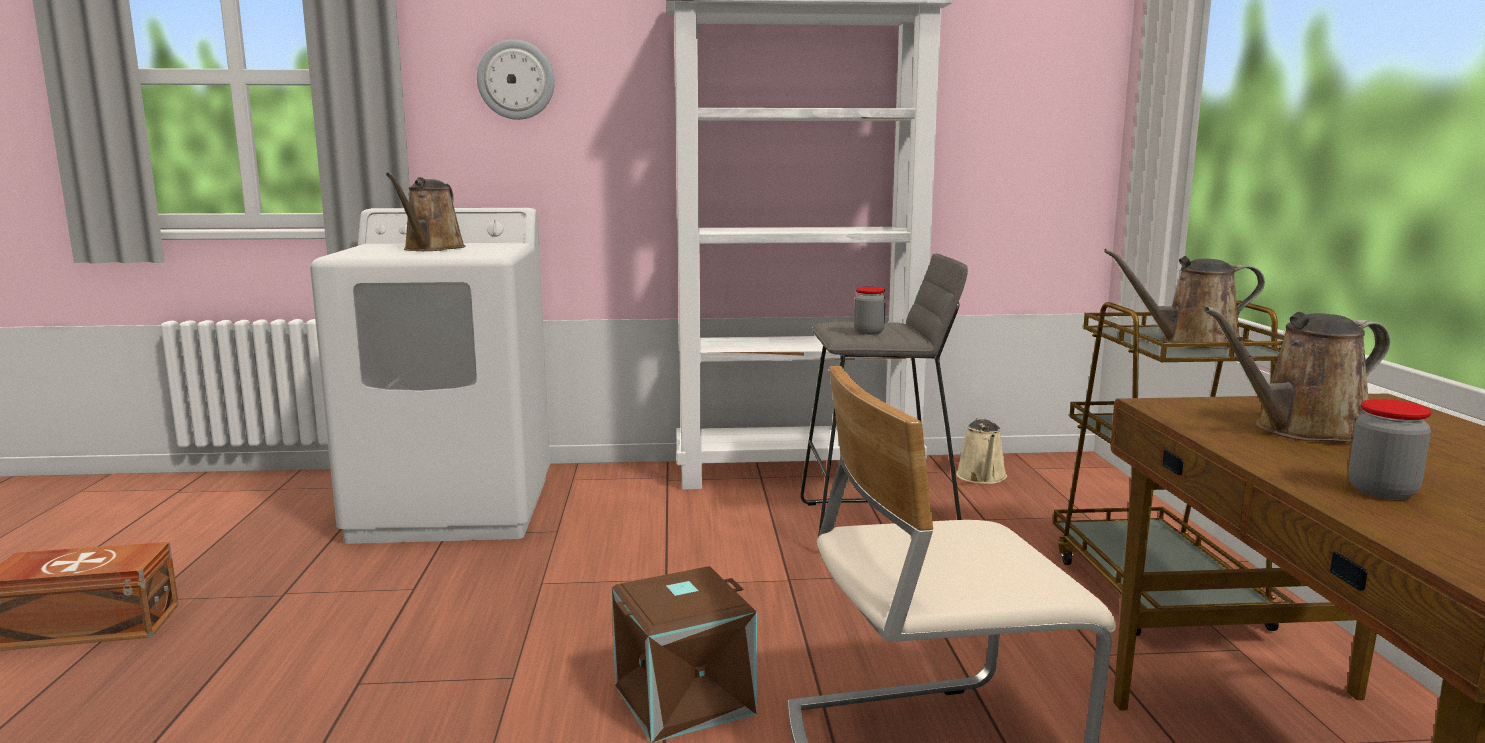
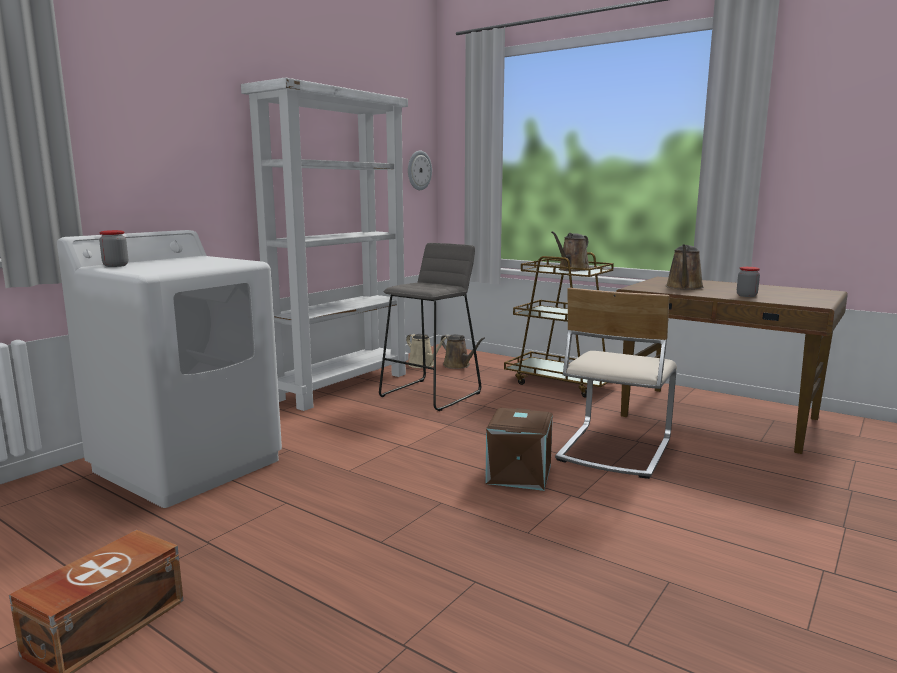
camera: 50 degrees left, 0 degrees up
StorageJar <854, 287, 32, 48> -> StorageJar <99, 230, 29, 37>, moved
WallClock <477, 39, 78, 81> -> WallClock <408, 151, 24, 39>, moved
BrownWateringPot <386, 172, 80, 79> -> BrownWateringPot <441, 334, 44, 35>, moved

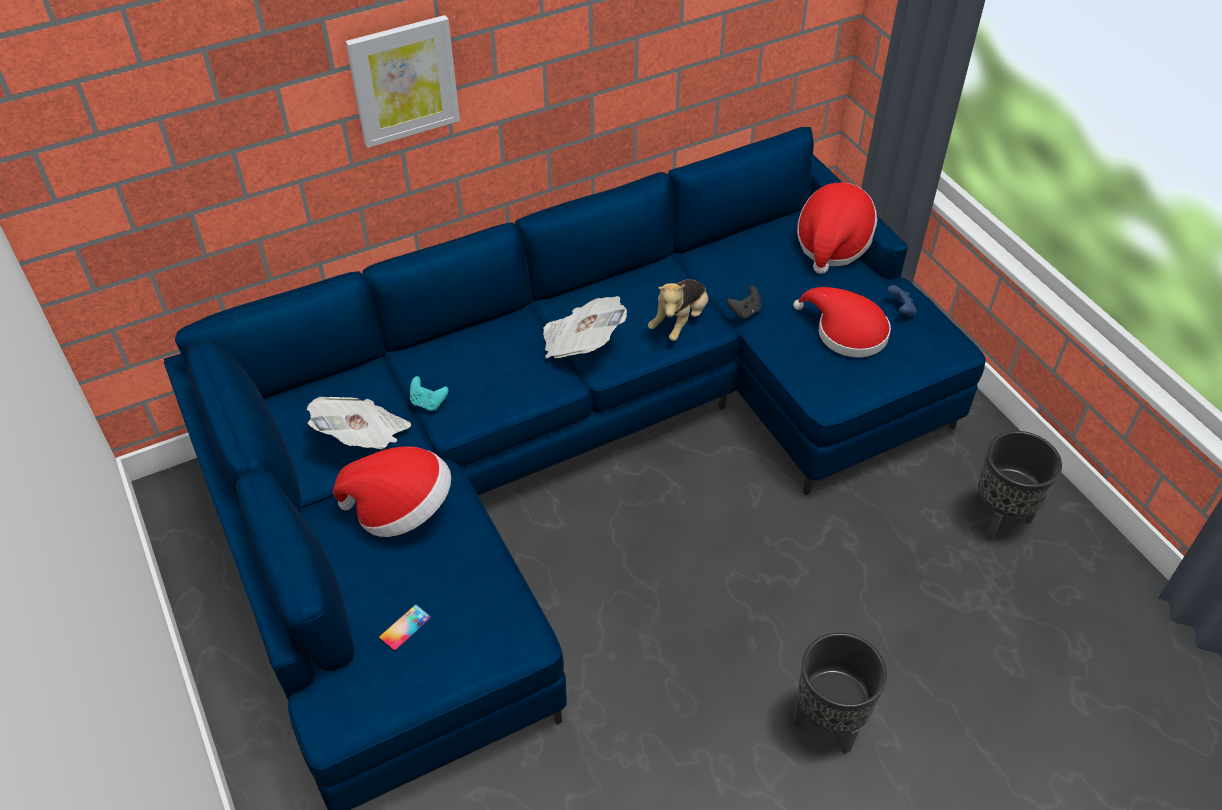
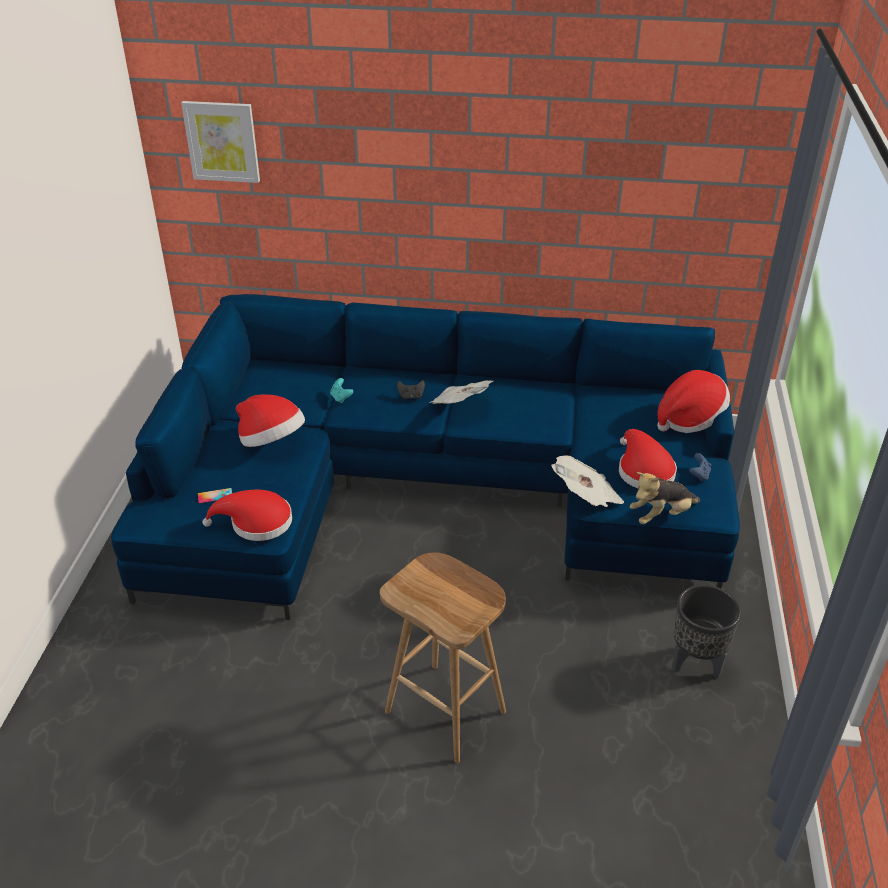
camera: 35 degrees right, 10 degrees down
WallArt <346, 15, 114, 133> -> WallArt <181, 101, 79, 82>, moved
none -> RedColouredWearableHat <203, 490, 89, 51>
BlackColouredPlanter <794, 633, 93, 121> -> BrownStoolSeat <379, 552, 127, 211>
BlackColouredJoypad <726, 285, 36, 35> -> BlackColouredJoypad <397, 380, 28, 20>, moved
Newspaper <307, 397, 104, 52> -> Newspaper <551, 455, 73, 52>, moved
CuddlyToy <648, 279, 60, 62> -> CuddlyToy <630, 472, 70, 52>, moved

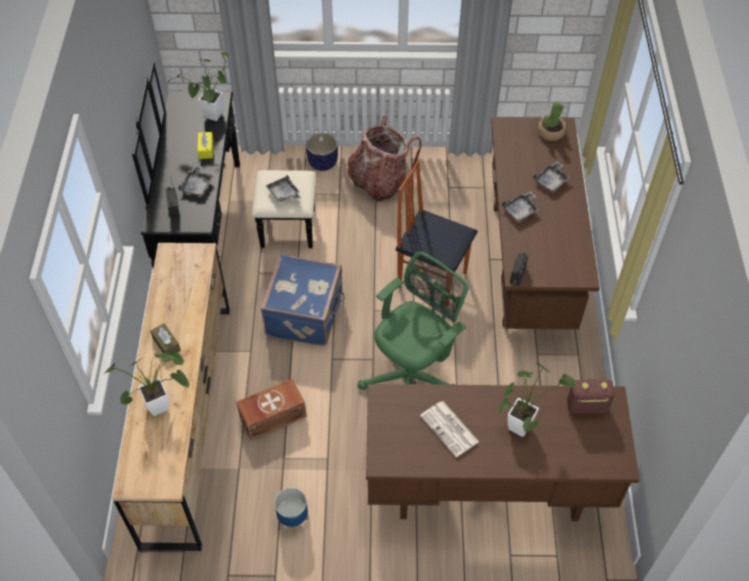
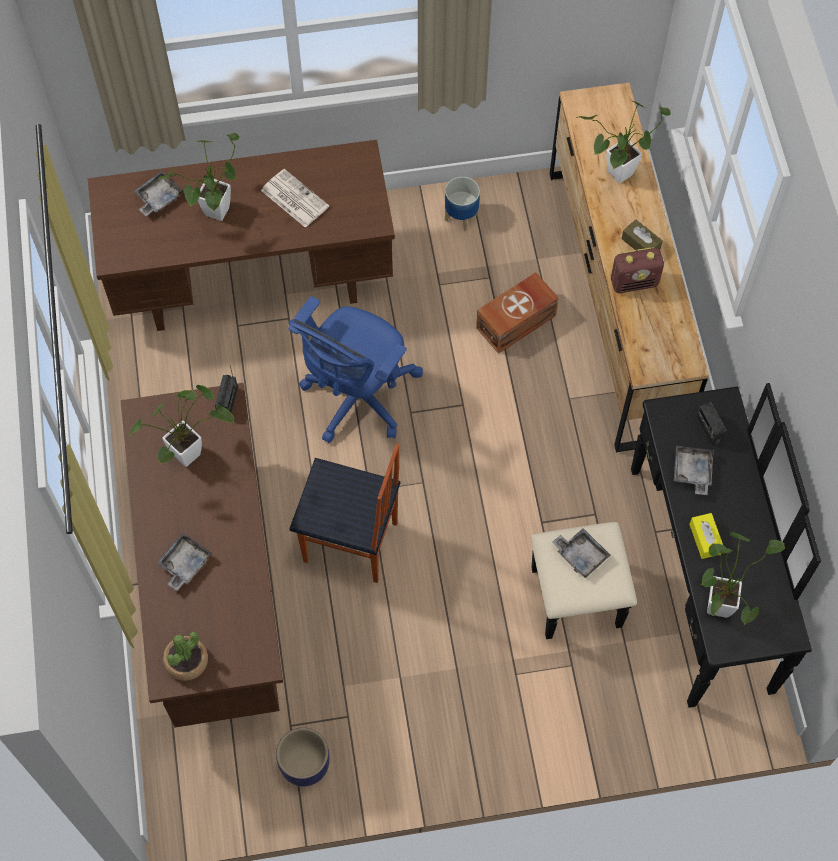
camera: 170 degrees right, 10 degrees up
none -> PlantInAPot <130, 385, 104, 82>
GreyishCarryingTray <502, 191, 38, 31> -> GreyishCarryingTray <134, 171, 49, 45>, moved
Planter <306, 133, 32, 38> -> Planter <276, 728, 54, 58>, moved
GreenishDeskChair <358, 251, 110, 139> -> BlueColouredDeskChair <288, 296, 135, 147>
RadioReceiver <567, 380, 48, 34> -> RadioReceiver <611, 247, 53, 46>, moved
BlueColouredPieceOfLuggage <261, 254, 84, 92> -> none
Rucksack <348, 116, 73, 86> -> none

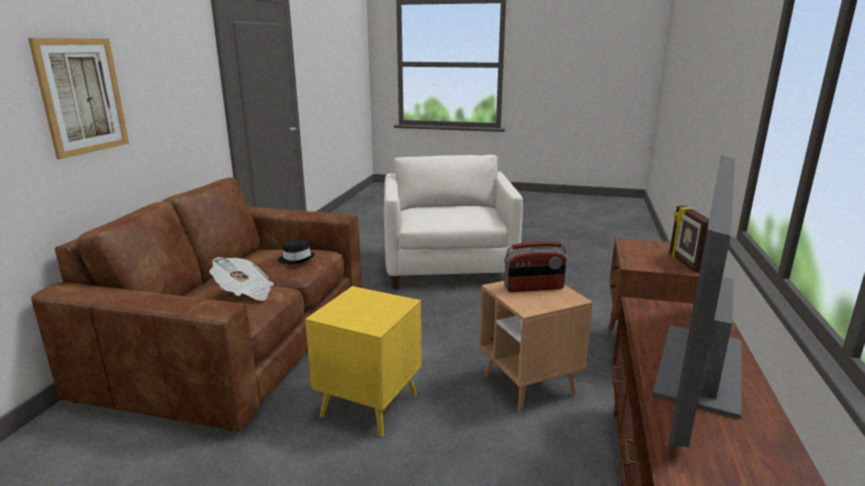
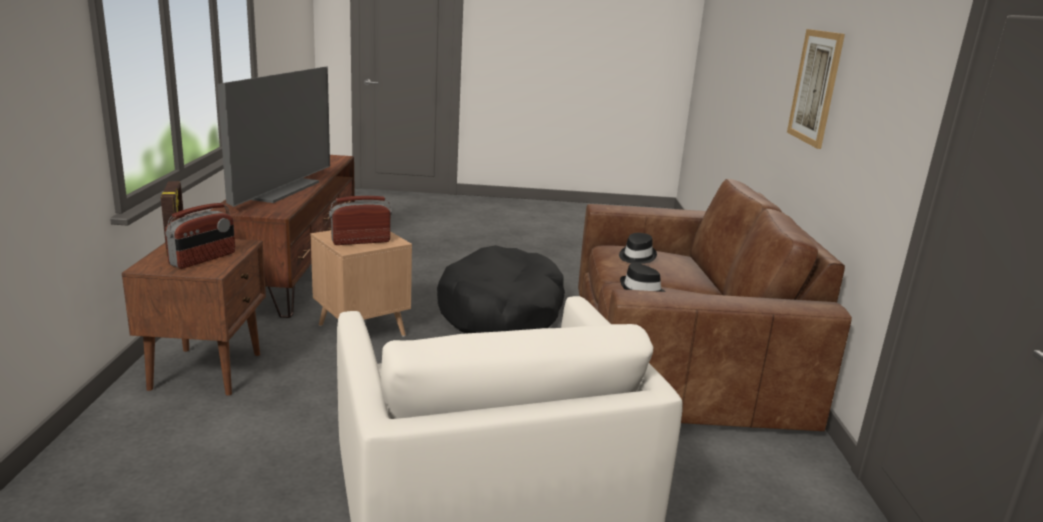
camera: 165 degrees right, 0 degrees up
none -> RadioReceiver <165, 203, 70, 66>
YellowSideTable <305, 286, 117, 151> -> BlackColouredDogBed <437, 245, 128, 88>
Newspaper <210, 257, 64, 44> -> BlackColouredWearableHat <619, 233, 38, 31>

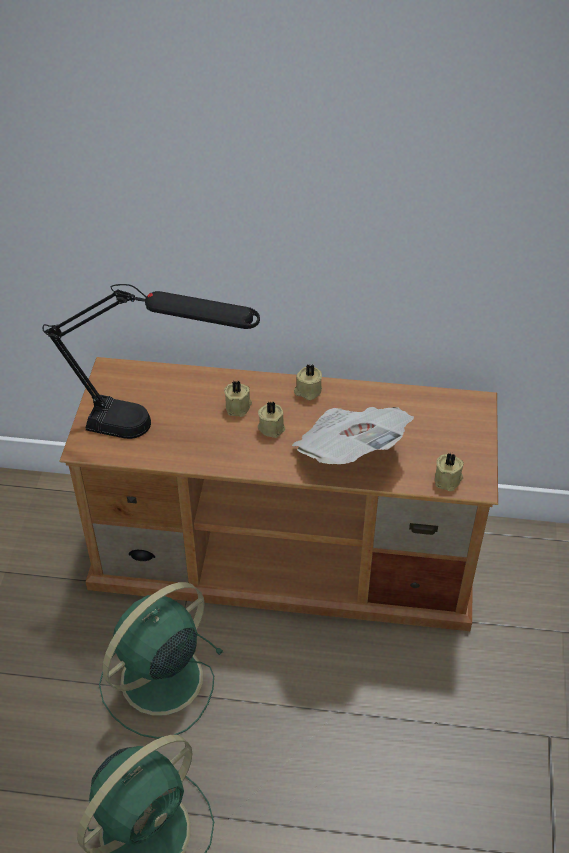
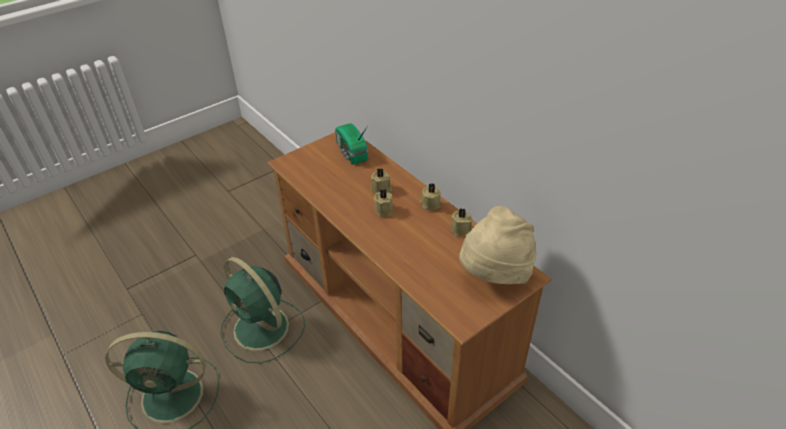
camera: 45 degrees right, 5 degrees down
GreenishElectricFan <99, 582, 125, 157> -> GreenishElectricFan <220, 257, 85, 106>, 135 degrees counterclockwise
none -> RadioReceiver <335, 123, 33, 41>
SandColouredCandle <435, 452, 29, 39> -> SandColouredCandle <450, 208, 23, 29>, moved
none -> SandColouredWearableHat <459, 206, 77, 78>
BlackColouredLampForATable <43, 284, 217, 155> -> none
Newspaper <292, 407, 122, 57> -> none

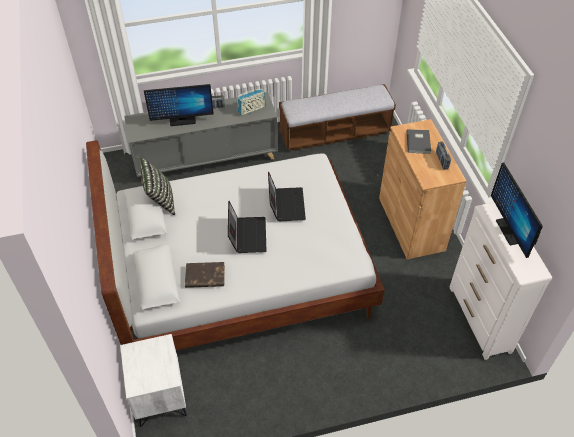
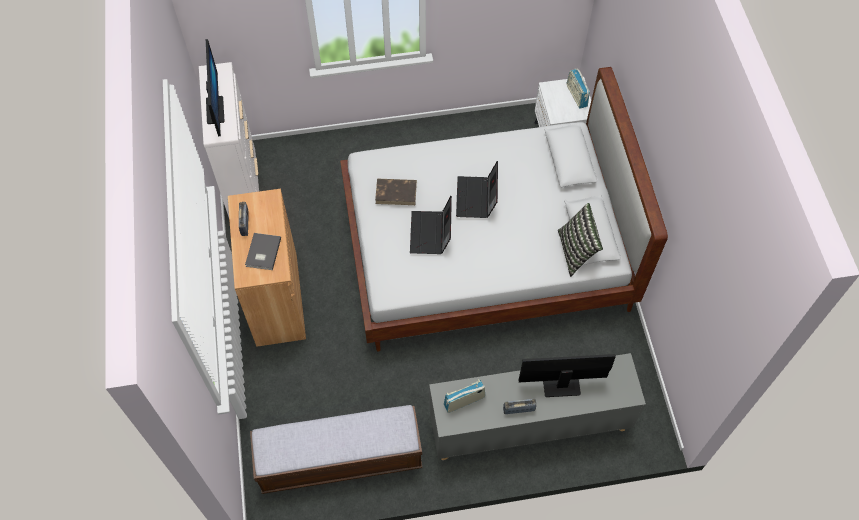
camera: 175 degrees left, 10 degrees up
BrownBoundBook <185, 262, 40, 26> -> BrownBoundBook <375, 179, 42, 26>, moved
none -> RadioReceiver <567, 69, 23, 40>

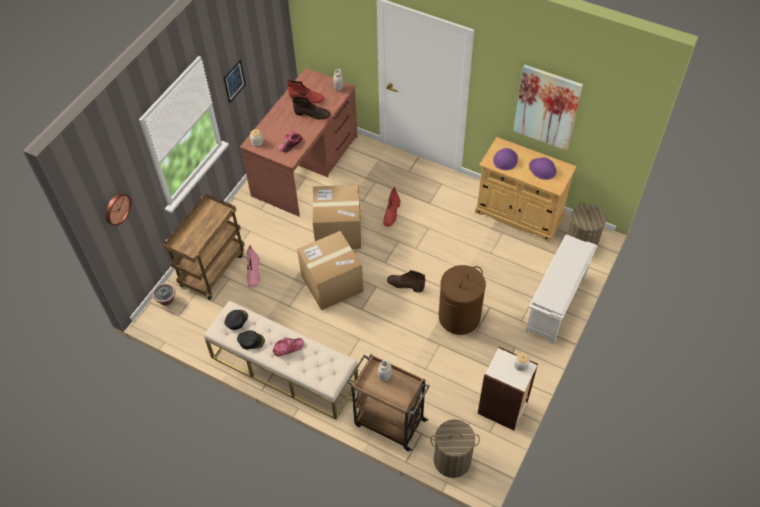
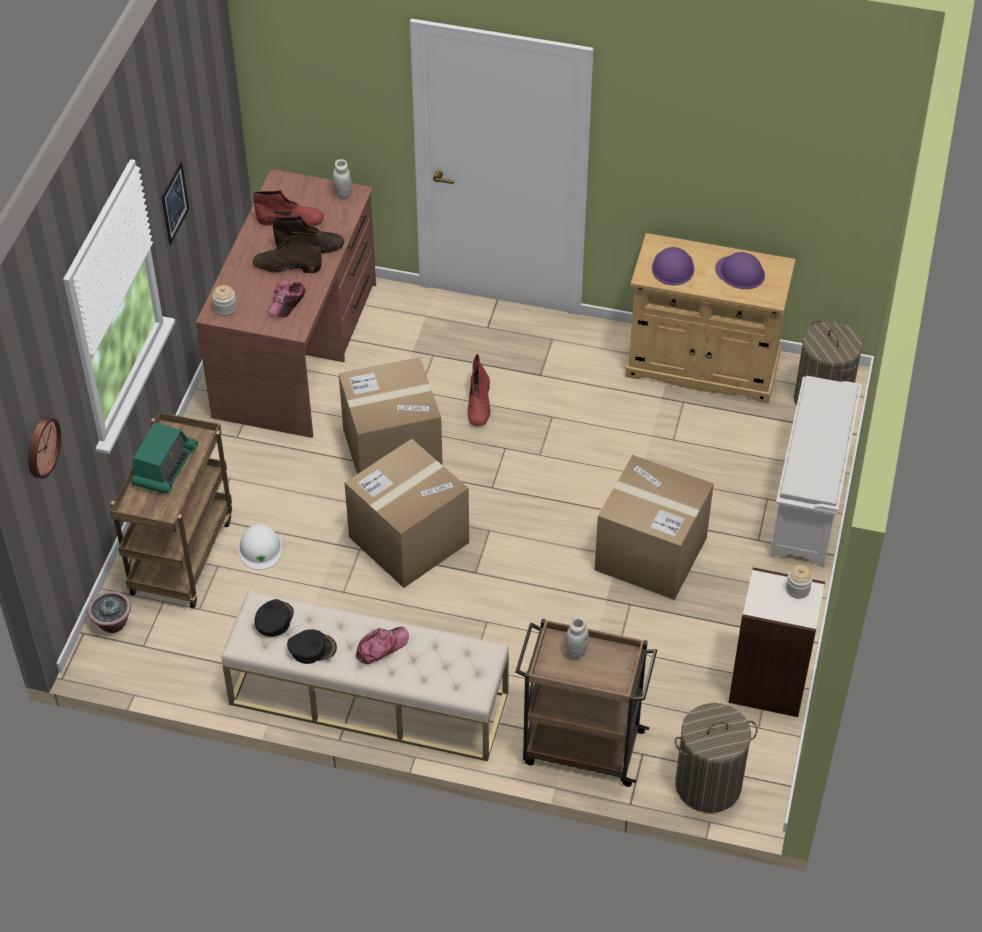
camera: 15 degrees left, 5 degrees down
none -> RadioReceiver <132, 422, 66, 72>
PinkColouredHighTopBoot <247, 245, 13, 42> -> WhiteHardHat <238, 524, 44, 46>
BrownHighTopBoot <387, 270, 38, 22> -> BrownHighTopBoot <253, 232, 69, 41>, moved
BrownWashingBasket <439, 265, 47, 70> -> CardboardBox <594, 455, 120, 145>
WallArt <513, 65, 70, 85> -> none

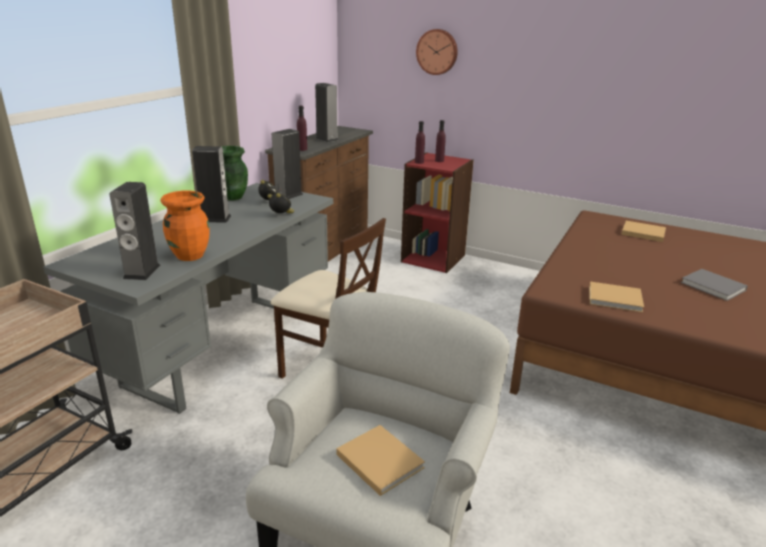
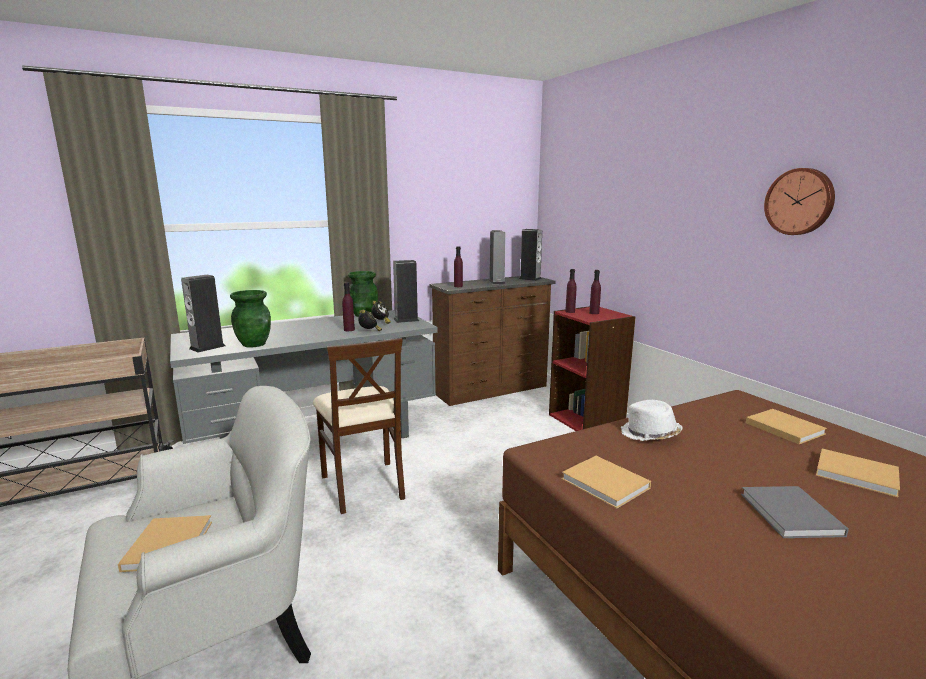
camera: 35 degrees right, 10 degrees down
OrangeyVase <161, 190, 49, 71> -> GreenishVase <230, 290, 41, 57>
none -> PurplishDrinkBottle <342, 282, 13, 49>
Loudspeaker <192, 146, 39, 77> -> Loudspeaker <519, 229, 23, 52>, moved
none -> WhiteWearableHat <621, 400, 62, 41>
WallClock <416, 29, 42, 46> -> WallClock <764, 168, 71, 67>, moved
none -> SandColouredBoundBook <816, 449, 84, 48>

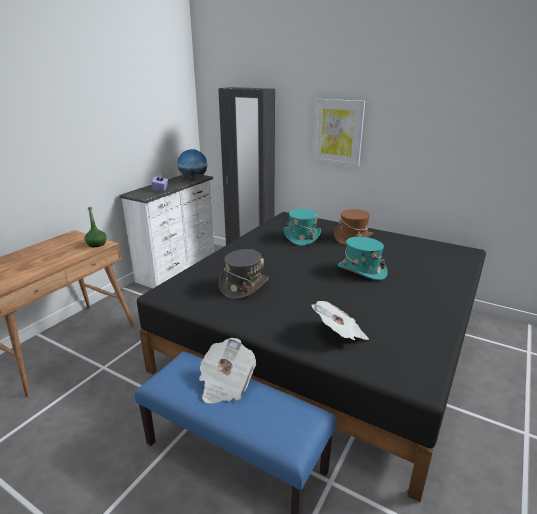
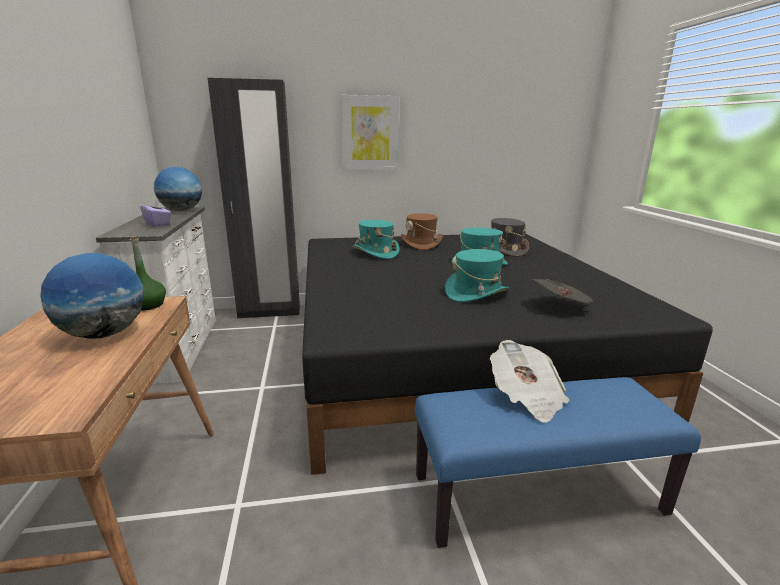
camera: 40 degrees left, 5 degrees down
none -> Globe <40, 253, 104, 86>
none -> BlueGreenWearableHat <445, 249, 64, 53>
GreyishWearableHat <219, 249, 50, 50> -> GreyishWearableHat <491, 218, 38, 39>, moved

